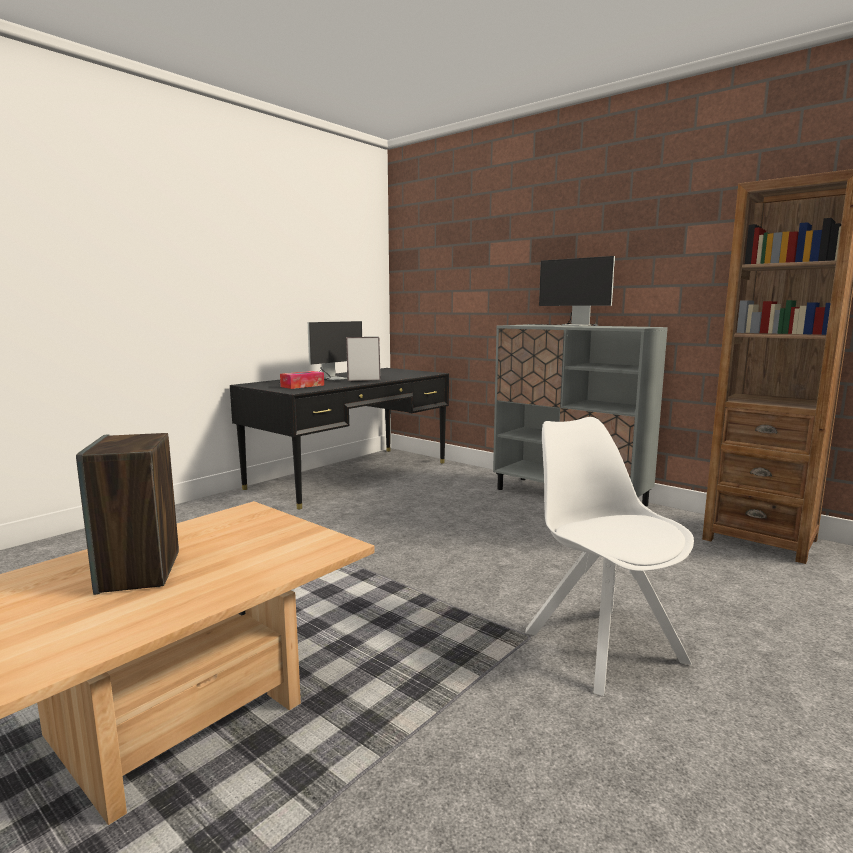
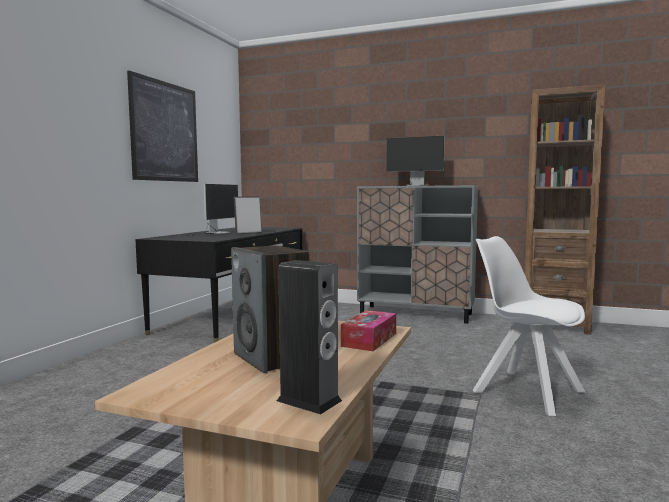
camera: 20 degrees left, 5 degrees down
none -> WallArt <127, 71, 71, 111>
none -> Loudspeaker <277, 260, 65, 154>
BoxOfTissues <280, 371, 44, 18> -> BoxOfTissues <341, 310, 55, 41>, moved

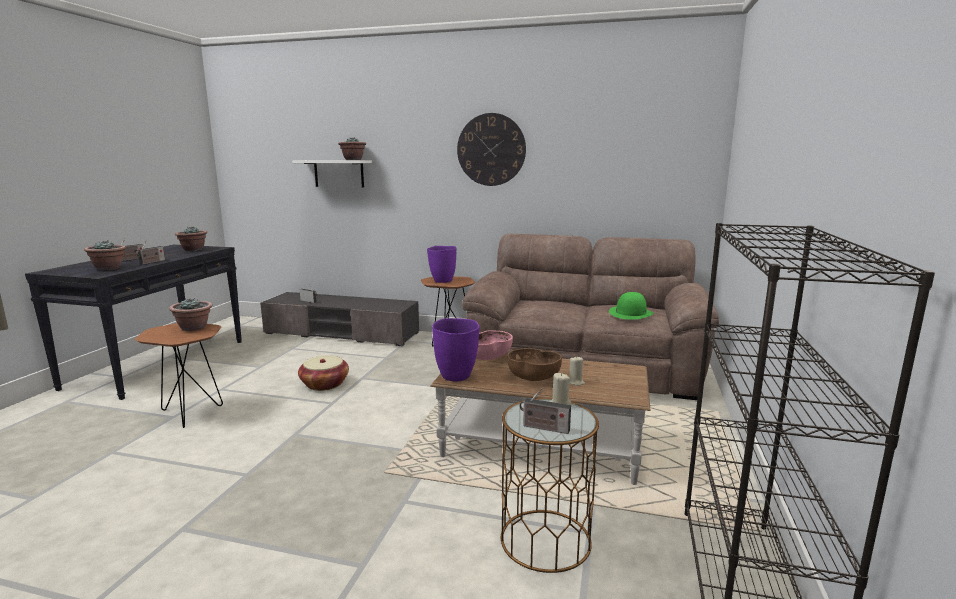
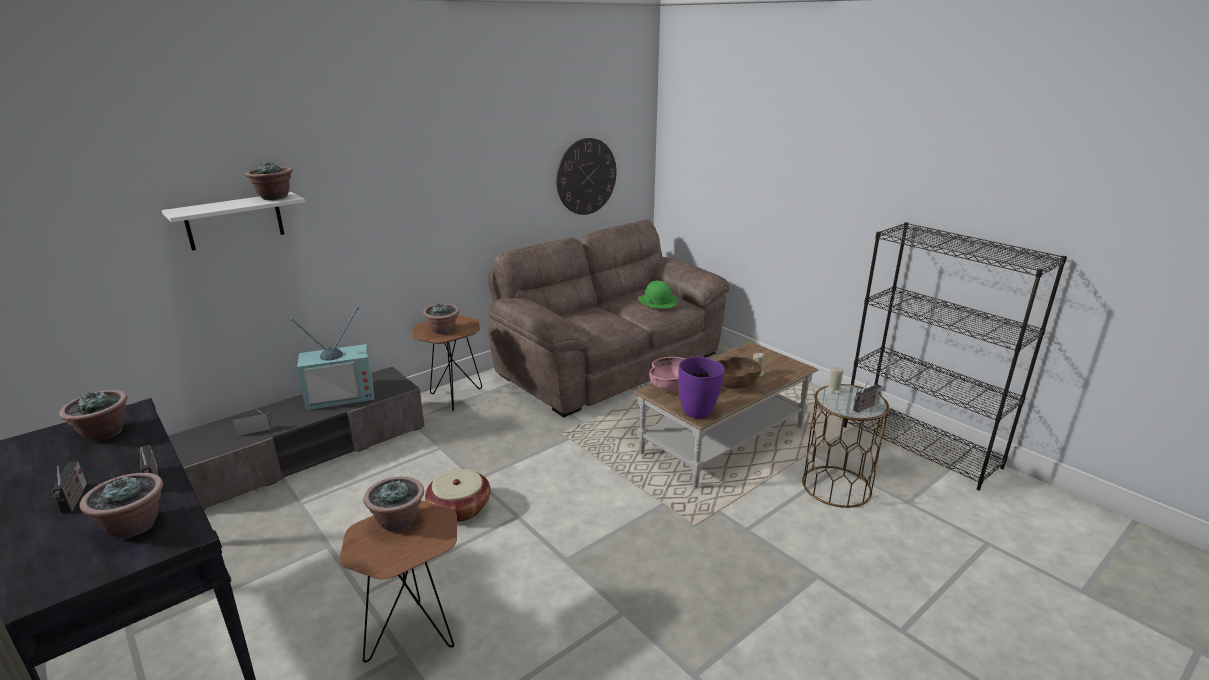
camera: 55 degrees left, 10 degrees up
none -> TvSet <290, 306, 84, 104>
PurplishVase <427, 246, 29, 37> -> PlantInAPot <423, 303, 36, 31>
WallClock <457, 113, 69, 73> -> WallClock <556, 138, 61, 77>, moved

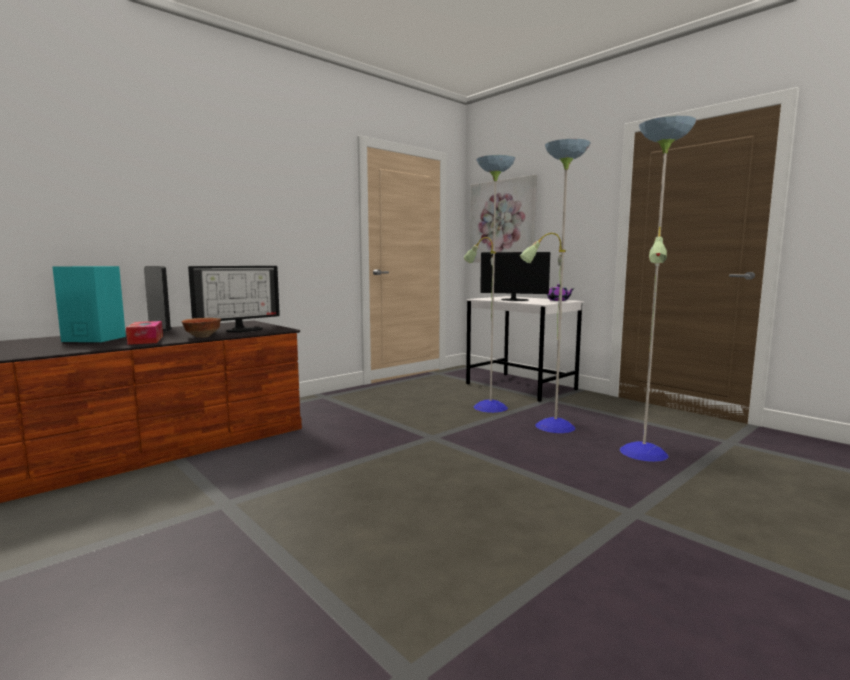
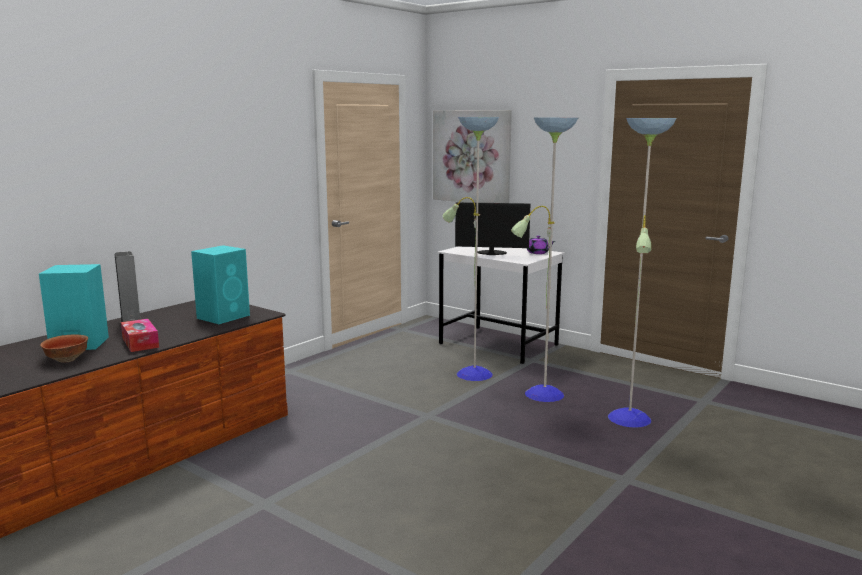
camera: 10 degrees left, 5 degrees up
DeepDish <181, 318, 40, 20> -> DeepDish <40, 334, 48, 29>, moved
ComputerScreen <188, 266, 92, 66> -> BlueGreenLoudspeaker <191, 245, 59, 79>

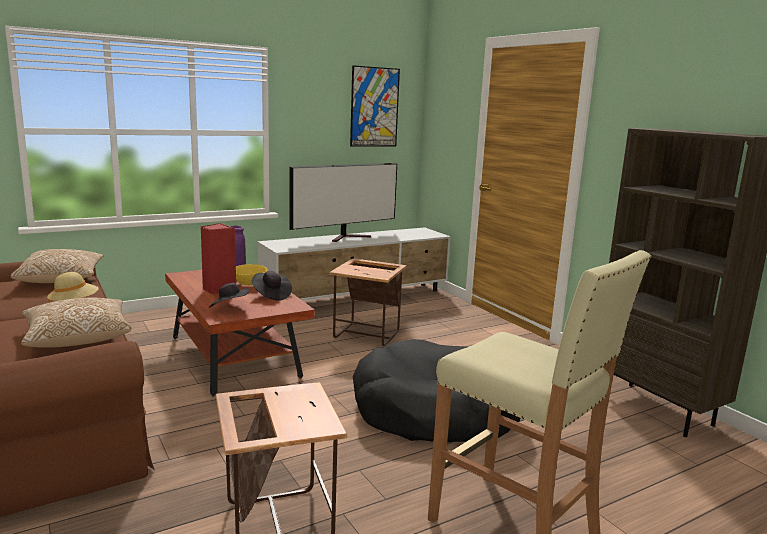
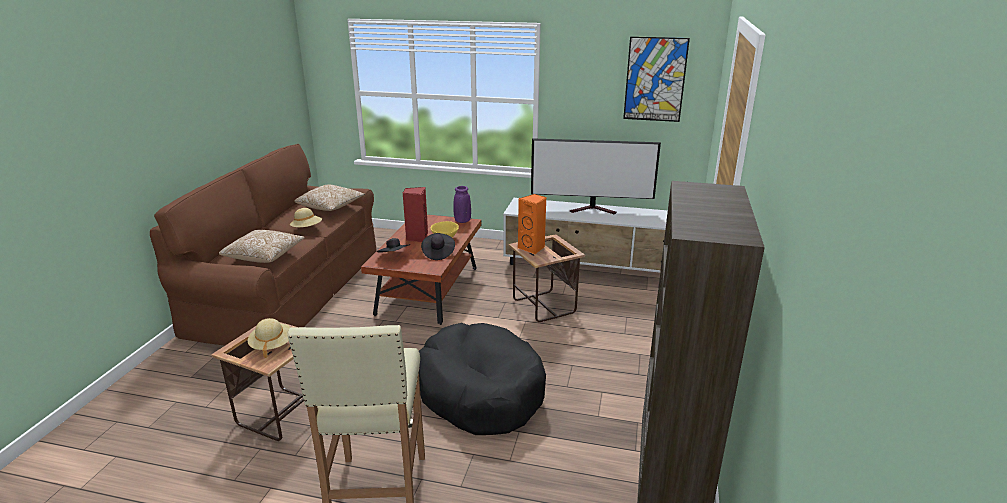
camera: 45 degrees right, 10 degrees up
none -> SandColouredWearableHat <248, 318, 43, 40>
none -> OrangeyLoudspeaker <518, 194, 28, 60>

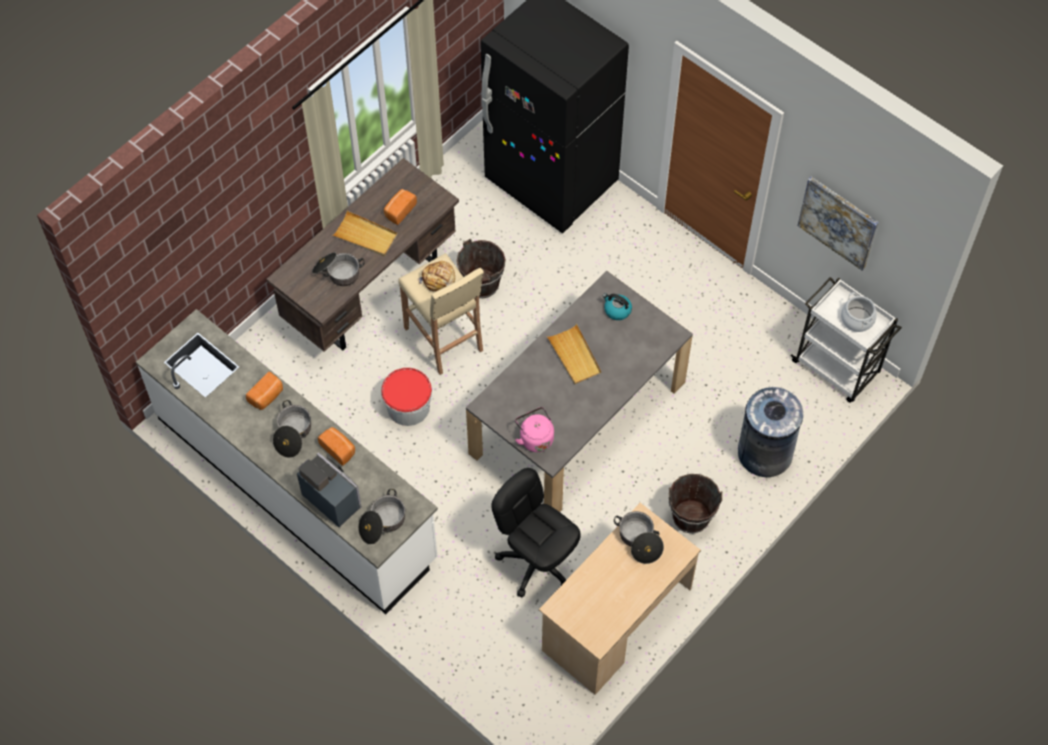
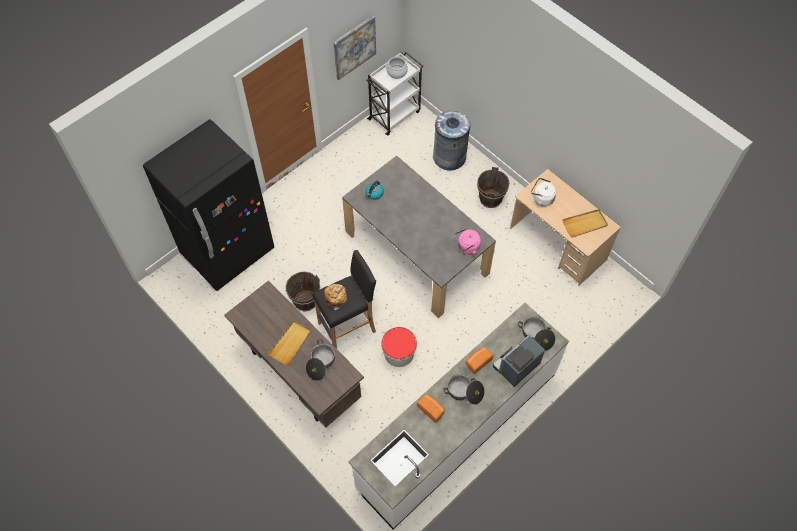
camera: 85 degrees left, 0 degrees up
SandColouredStoolSeat <398, 253, 86, 122> -> BlackColouredStoolSeat <312, 250, 64, 99>
CookingPot <614, 511, 50, 53> -> WhiteWaterKettle <531, 178, 25, 29>
SandColouredCarryingTray <547, 324, 54, 60> -> SandColouredCarryingTray <562, 209, 46, 28>, moved
BakedBread <384, 189, 33, 36> -> none
BlackColouredDeskChair <491, 468, 90, 129> -> none

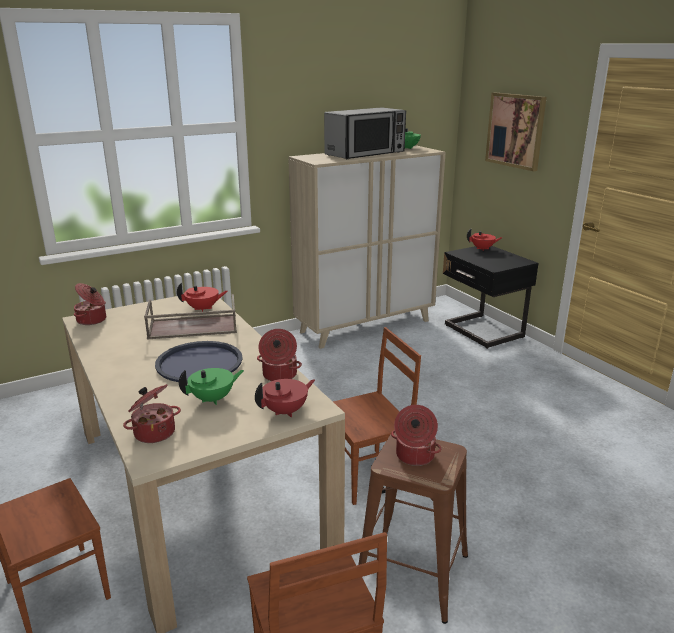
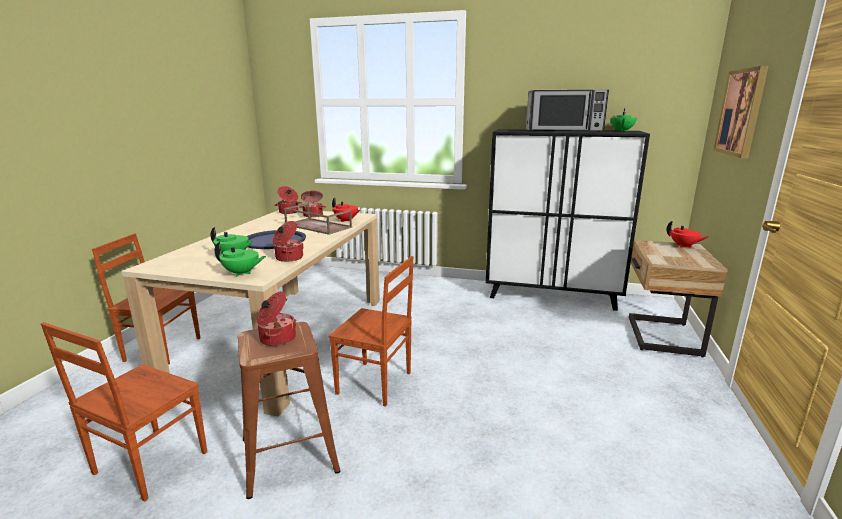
camera: 45 degrees right, 5 degrees down
RedColouredTeapot <255, 379, 60, 38> -> GreenishTeapot <215, 242, 51, 35>
CookingPot <123, 384, 58, 59> -> CookingPot <300, 190, 26, 27>, moved
SandColouredCupboard <288, 145, 158, 204> -> BlackColouredCupboard <486, 129, 164, 182>
BlackColouredBedsideTable <443, 246, 95, 103> -> SandColouredBedsideTable <629, 240, 99, 118>

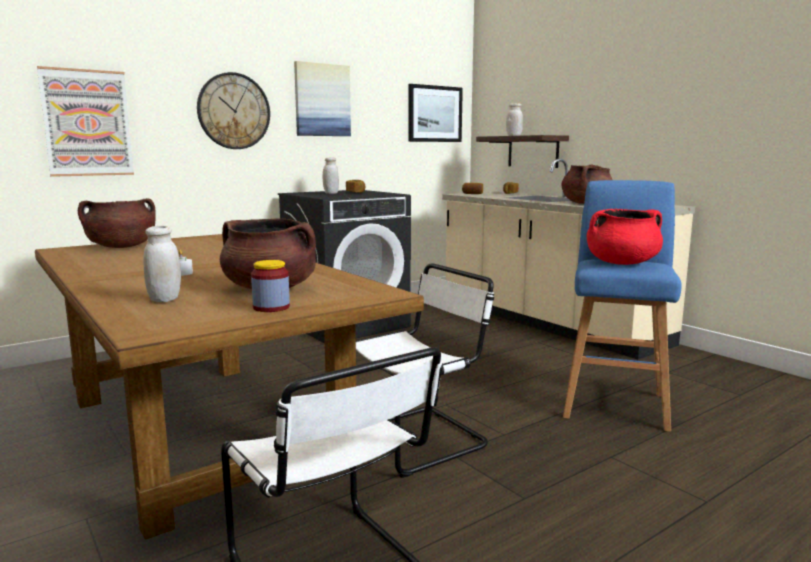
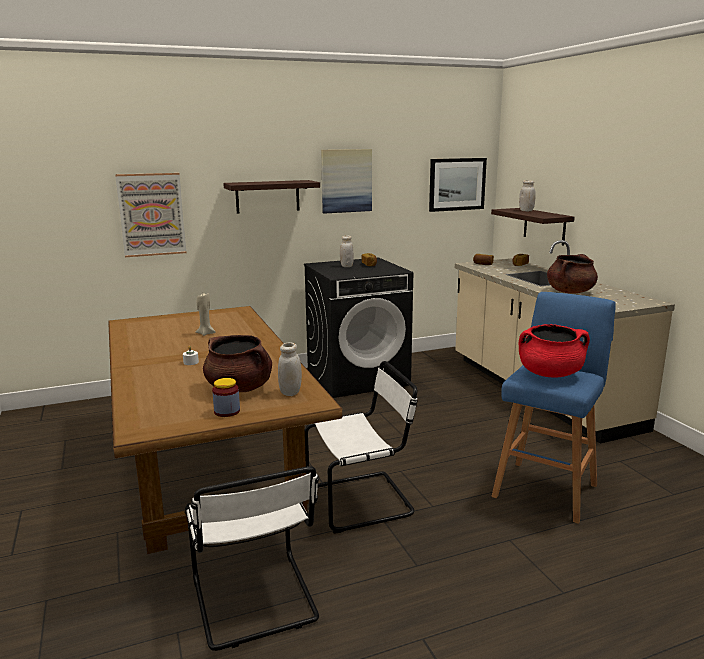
camera: 15 degrees right, 5 degrees up
none -> SandColouredCandle <196, 293, 20, 43>
WallClock <197, 72, 73, 77> -> Shelf <223, 180, 97, 33>
WhiteStorageJar <143, 226, 38, 76> -> WhiteStorageJar <278, 342, 24, 54>, moved
BrownCookingPot <78, 198, 78, 50> -> none

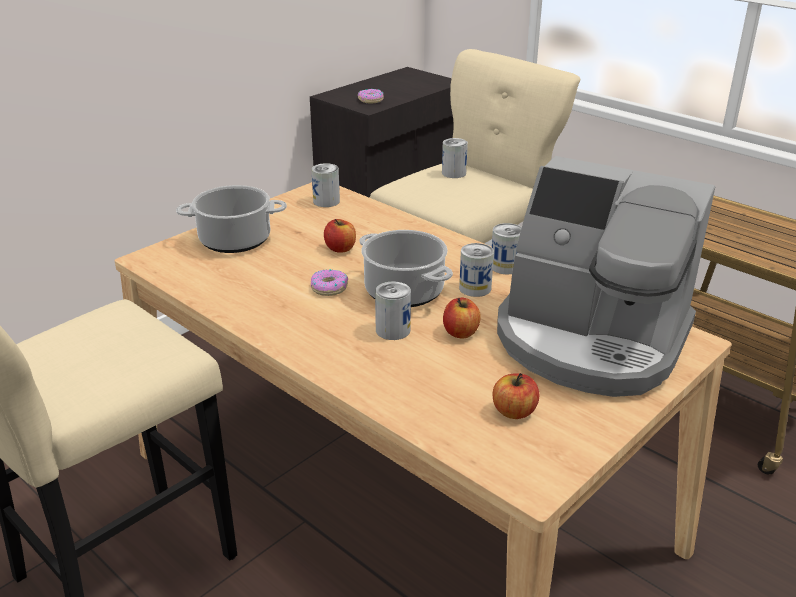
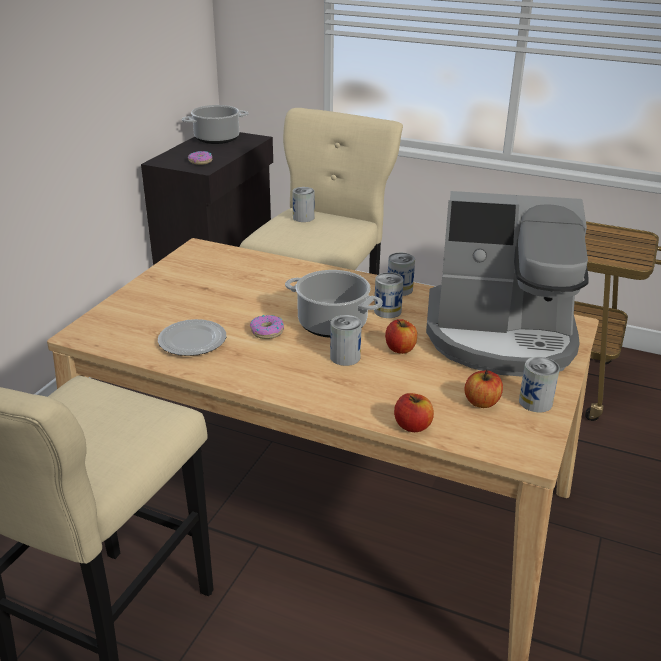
camera: 20 degrees left, 0 degrees up
none -> Plate <158, 319, 68, 37>
CookingPot <176, 185, 111, 68> -> CookingPot <182, 105, 67, 39>, moved
WholeApple <324, 219, 32, 34> -> WholeApple <394, 393, 40, 39>, moved
MetalCan <311, 163, 29, 44> -> MetalCan <519, 357, 41, 55>, moved

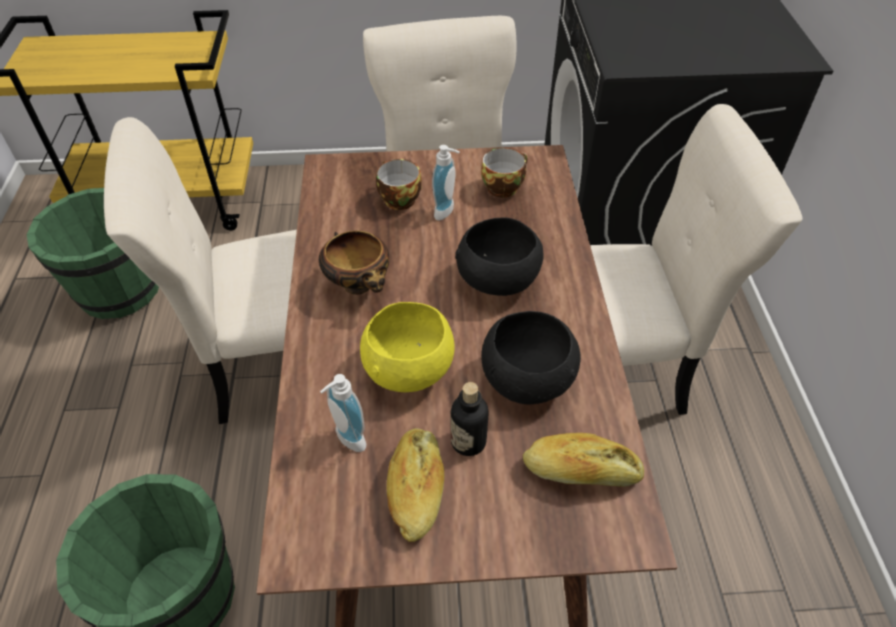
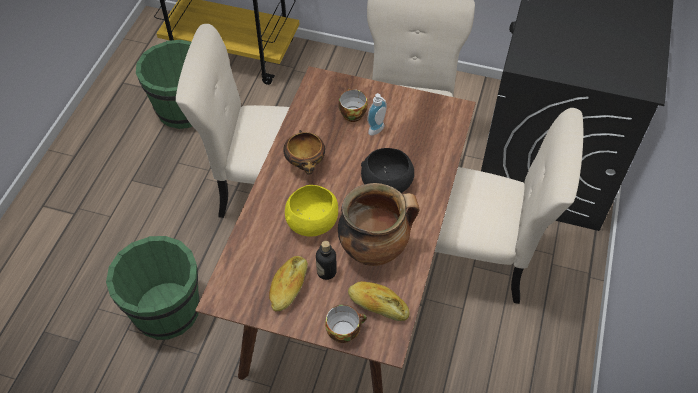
camera: 20 degrees right, 5 degrees up
Cup <481, 147, 46, 51> -> Cup <325, 305, 42, 38>, moved
BlackColouredDeepDish <481, 311, 100, 93> -> CookingPot <338, 183, 81, 83>
SoapDispenser <320, 374, 46, 78> -> none

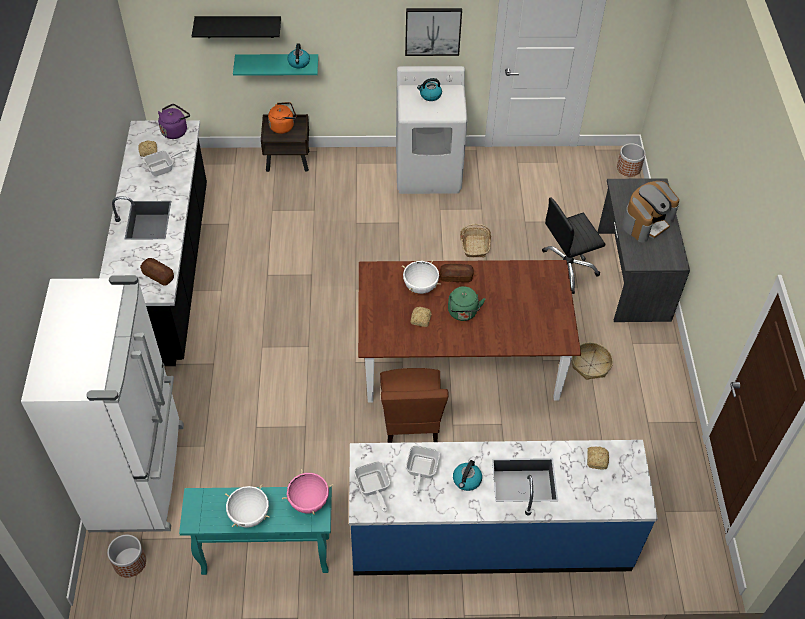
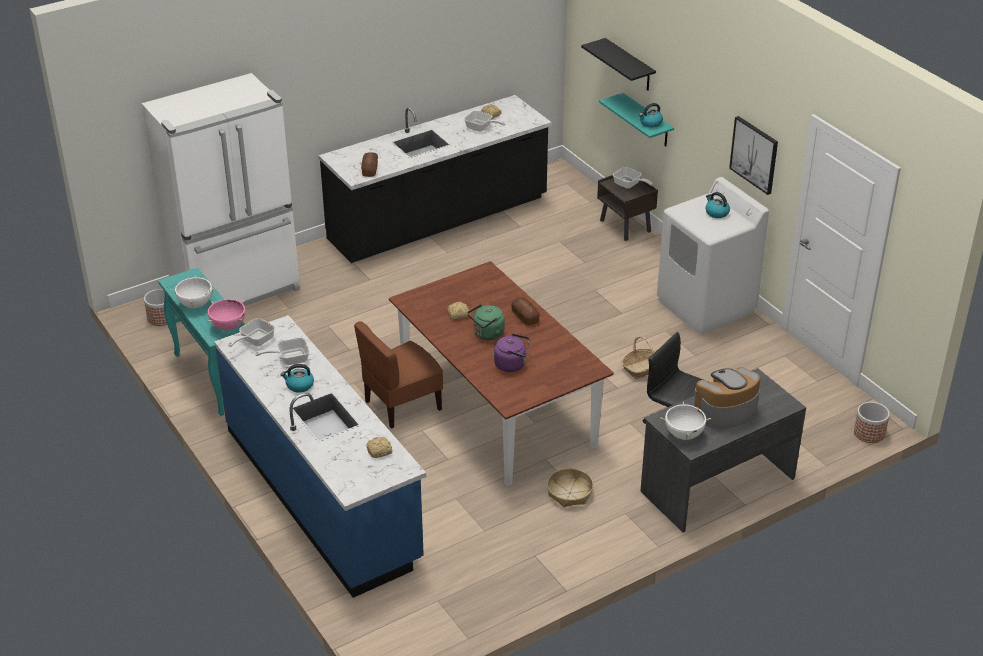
camera: 60 degrees right, 15 degrees down
PurplishWaterKettle <158, 104, 32, 35> -> PurplishWaterKettle <494, 333, 36, 39>, moved
OrangeyWaterKettle <268, 102, 28, 32> -> FryingPan <613, 167, 40, 22>
WhiteCookingPot <402, 260, 39, 34> -> WhiteCookingPot <660, 402, 51, 38>, moved
CoffeeMaker <622, 181, 57, 62> -> CoffeeMaker <693, 367, 67, 62>, 135 degrees clockwise

